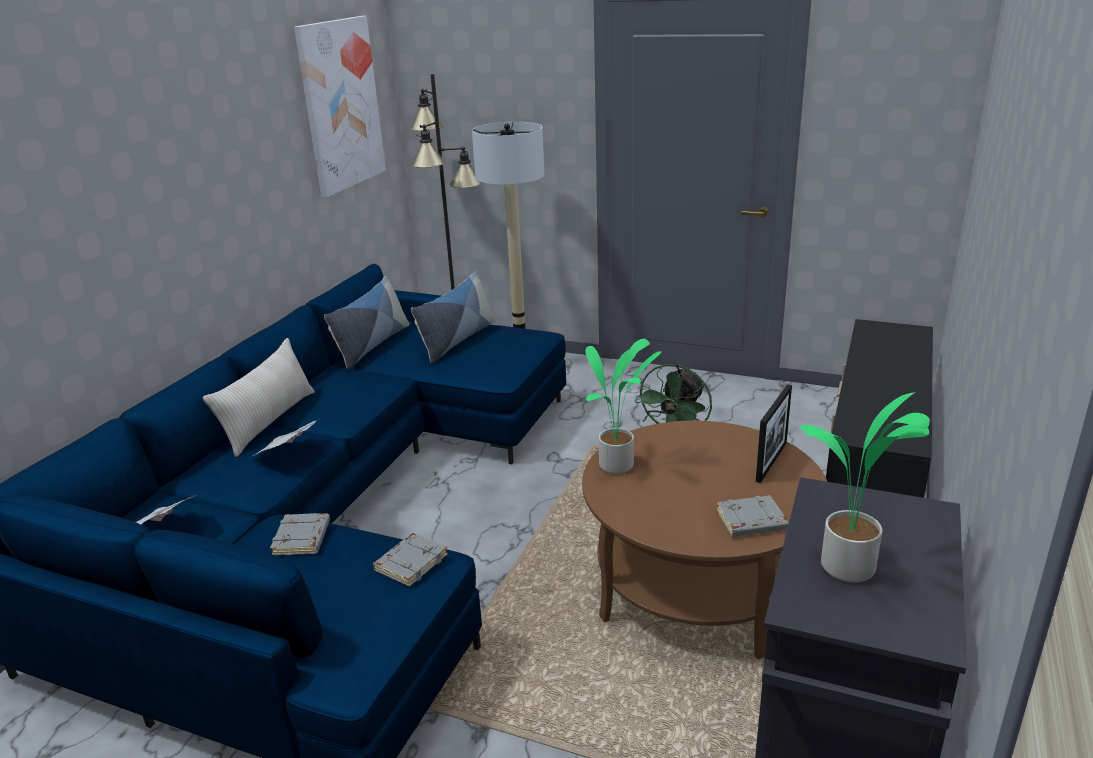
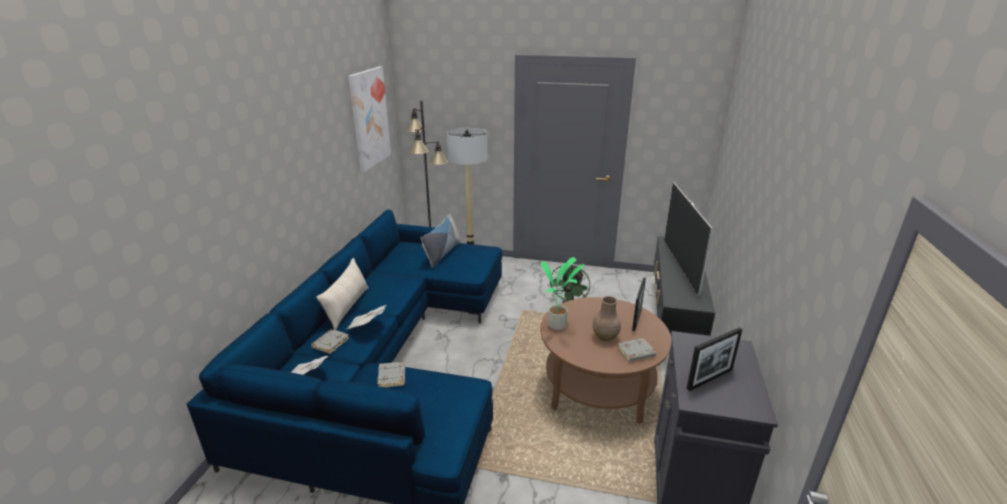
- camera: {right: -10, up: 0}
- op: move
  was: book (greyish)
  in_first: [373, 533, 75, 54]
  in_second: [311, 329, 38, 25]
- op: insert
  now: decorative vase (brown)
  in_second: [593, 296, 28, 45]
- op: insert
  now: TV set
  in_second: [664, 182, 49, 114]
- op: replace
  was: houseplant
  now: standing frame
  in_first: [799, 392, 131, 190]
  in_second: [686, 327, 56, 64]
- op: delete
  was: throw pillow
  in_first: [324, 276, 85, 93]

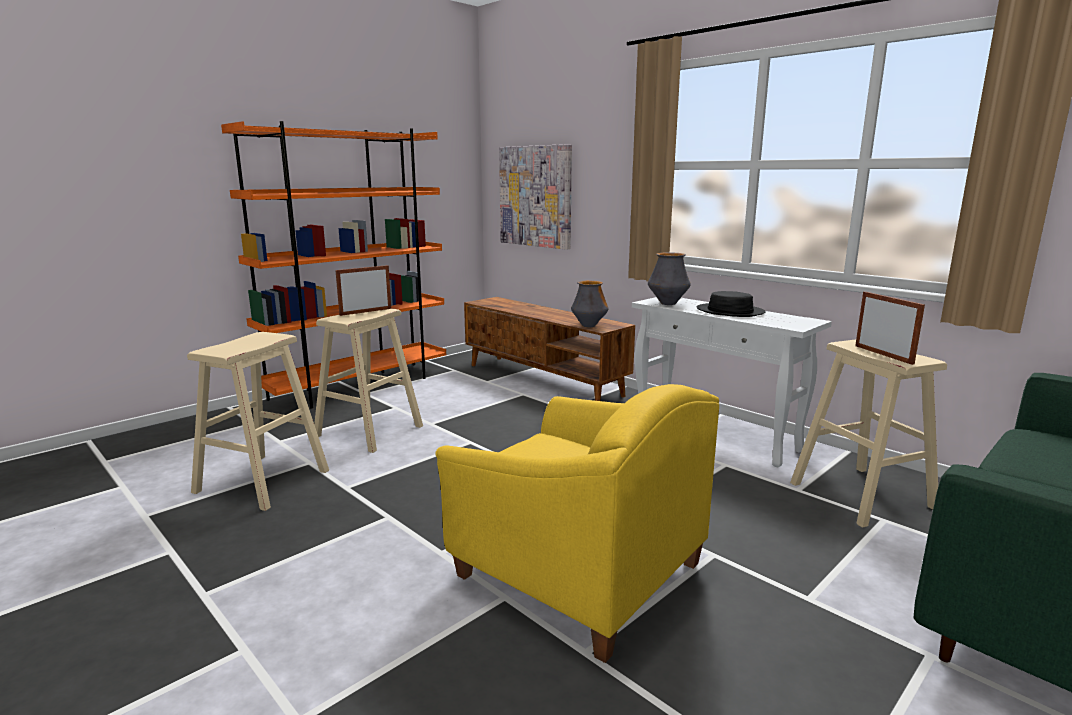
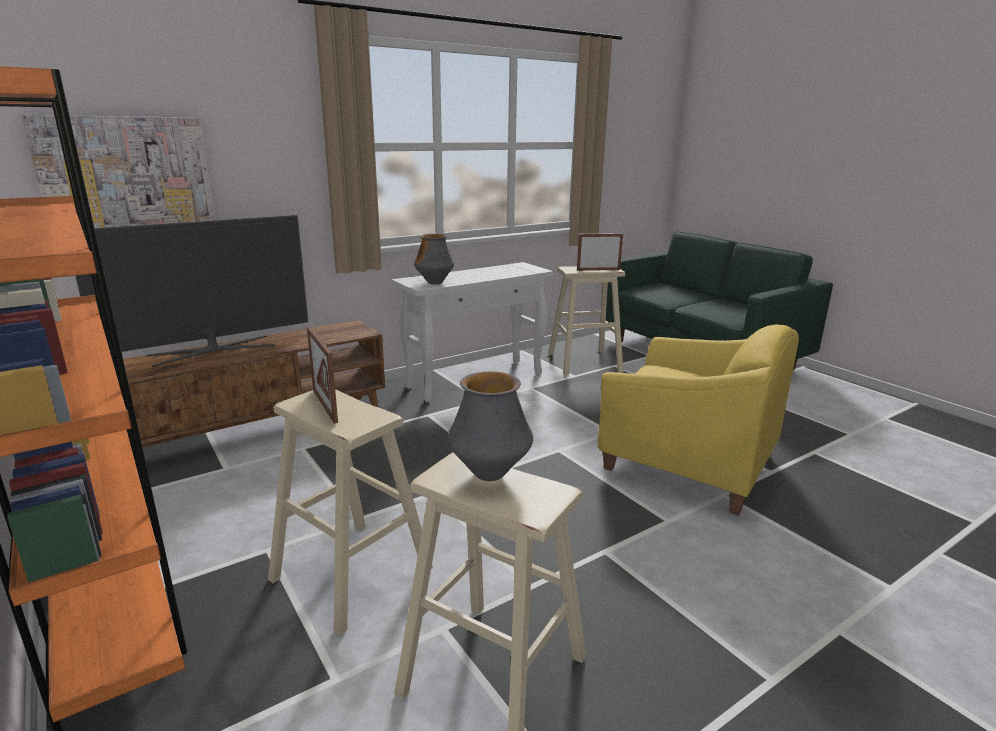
- camera: {right: -80, up: 5}
- op: insert
  now: TV set
  in_second: [76, 215, 232, 152]
- op: move
  was: decorative vase
  in_first: [571, 280, 37, 47]
  in_second: [447, 371, 86, 110]
- op: rotate
  was: lounge chair (yellowish)
  in_first: [435, 384, 284, 279]
  in_second: [598, 324, 201, 192]
  clockwise: 75
- op: delete
  was: clothing hat (black-coloured)
  in_first: [697, 291, 68, 26]

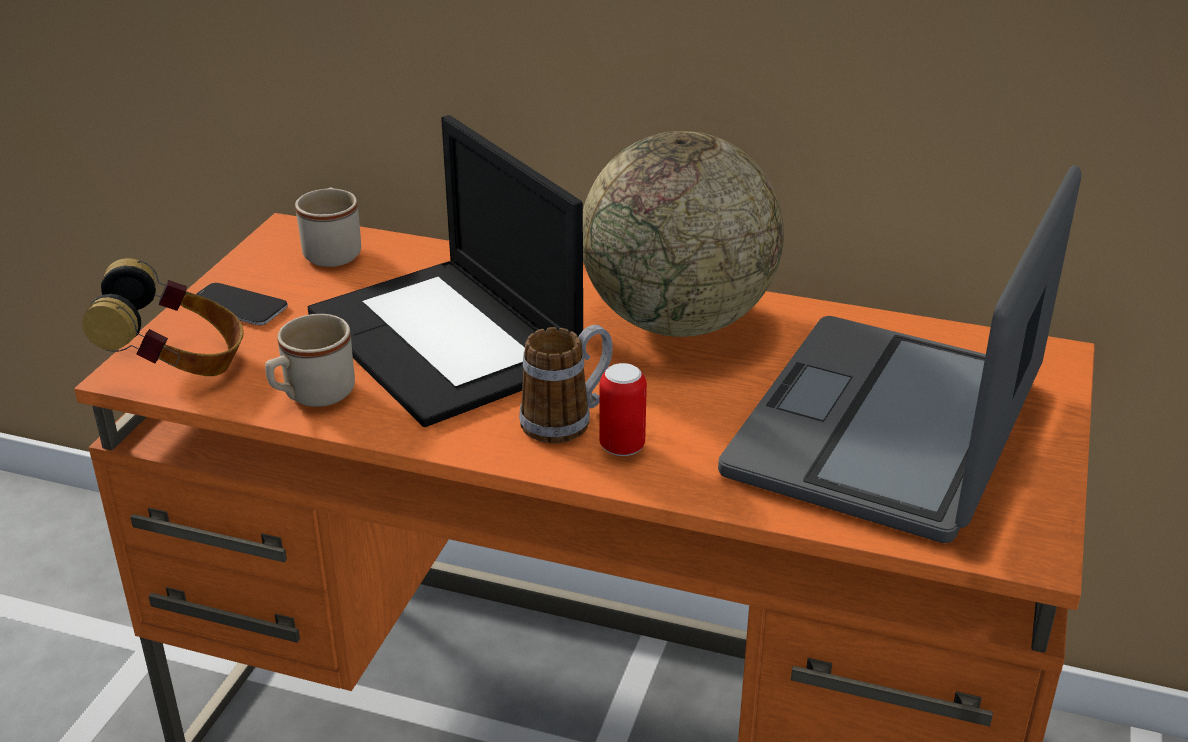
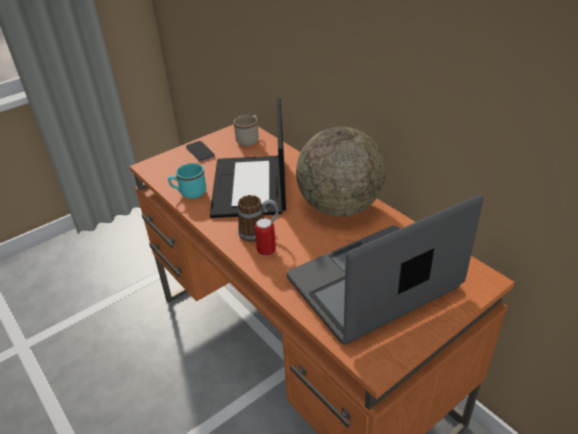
- camera: {right: 35, up: 5}
- op: recolor
  was: mug (sand-coloured)
  now: mug (turquoise)
  in_first: [265, 314, 90, 93]
  in_second: [168, 163, 38, 36]
- op: delete
  was: headphones
  in_first: [82, 258, 162, 118]

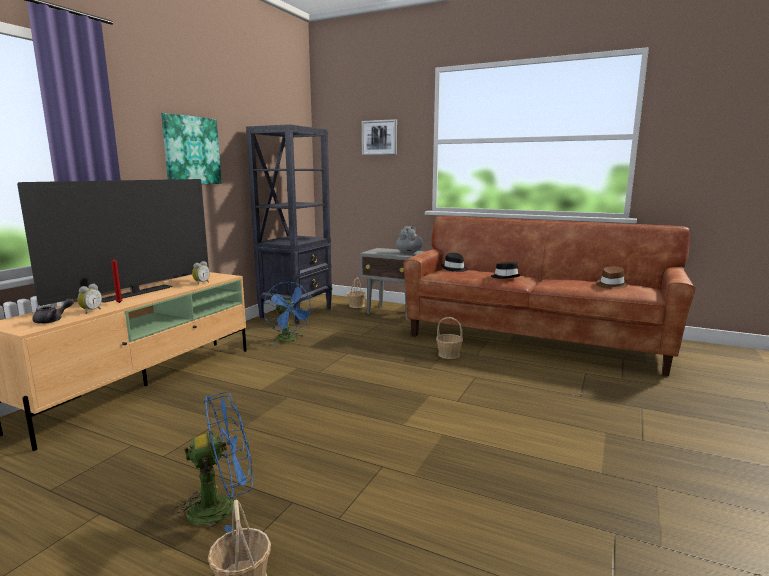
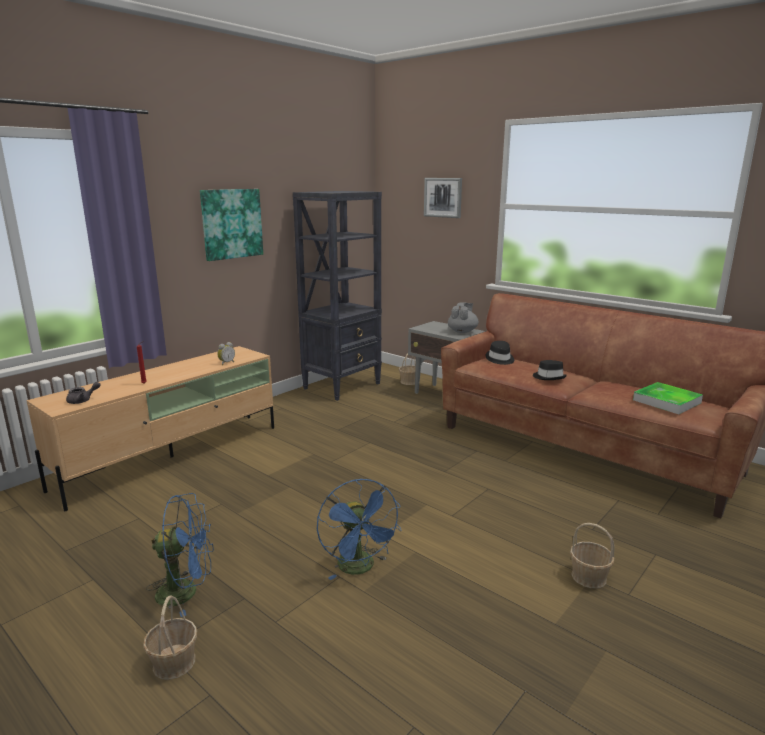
- camera: {right: 15, up: 5}
- op: move
  was: electric fan (blue-coloured)
  in_first: [263, 282, 51, 63]
  in_second: [317, 479, 85, 101]
- op: move
  was: storage basket
  in_first: [436, 317, 27, 42]
  in_second: [570, 523, 45, 65]
- op: replace
  was: clothing hat (brown)
  now: tray
  in_first: [596, 267, 32, 22]
  in_second: [633, 382, 70, 32]
- op: delete
  was: TV set
  in_first: [17, 179, 192, 127]
- op: delete
  was: table clock
  in_first: [78, 284, 24, 30]

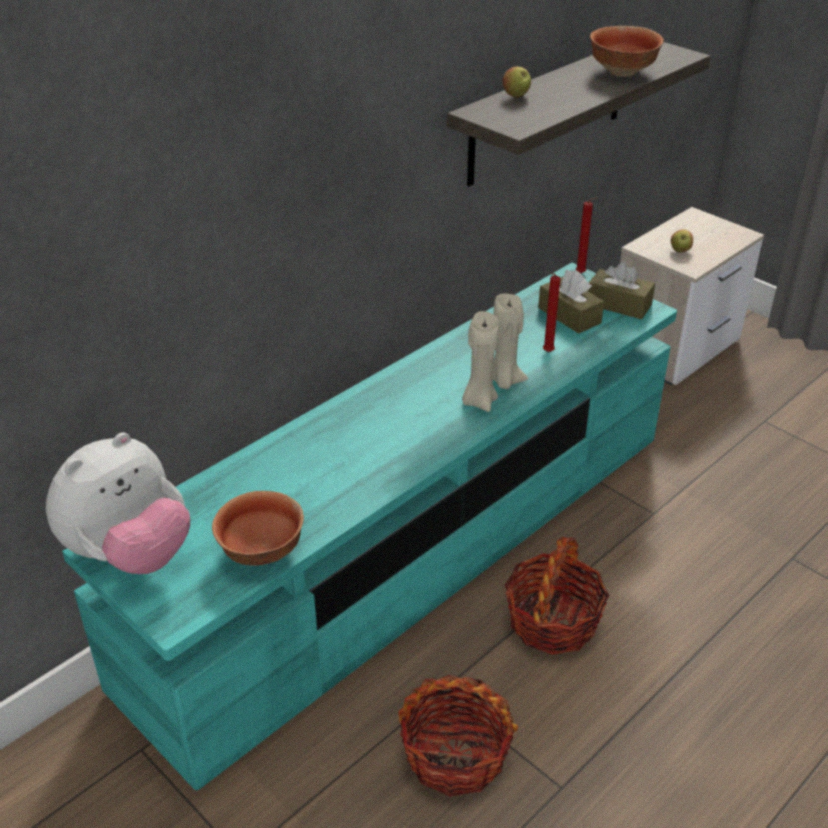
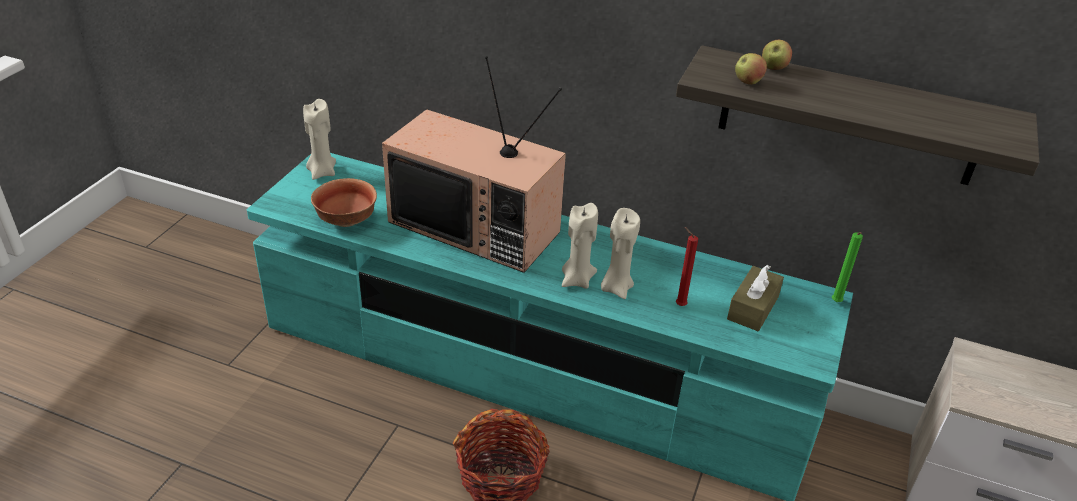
- camera: {right: 65, up: 0}
- op: replace
  was: plush toy
  now: candle (sand-coloured)
  in_first: [46, 432, 144, 142]
  in_second: [303, 99, 33, 81]
- op: insert
  now: TV set
  in_second: [382, 56, 184, 217]
- op: move
  was: apple
  in_first: [671, 229, 22, 23]
  in_second: [735, 53, 32, 32]
- op: recolor
  was: candle (reddish)
  now: candle (green)
  in_first: [576, 198, 21, 75]
  in_second: [832, 232, 31, 70]
- op: delete
  was: storage basket
  in_first: [398, 675, 120, 122]
- op: delete
  was: box of tissues (brown)
  in_first: [588, 262, 67, 57]
- op: delete
  was: deep dish
  in_first: [590, 26, 74, 51]

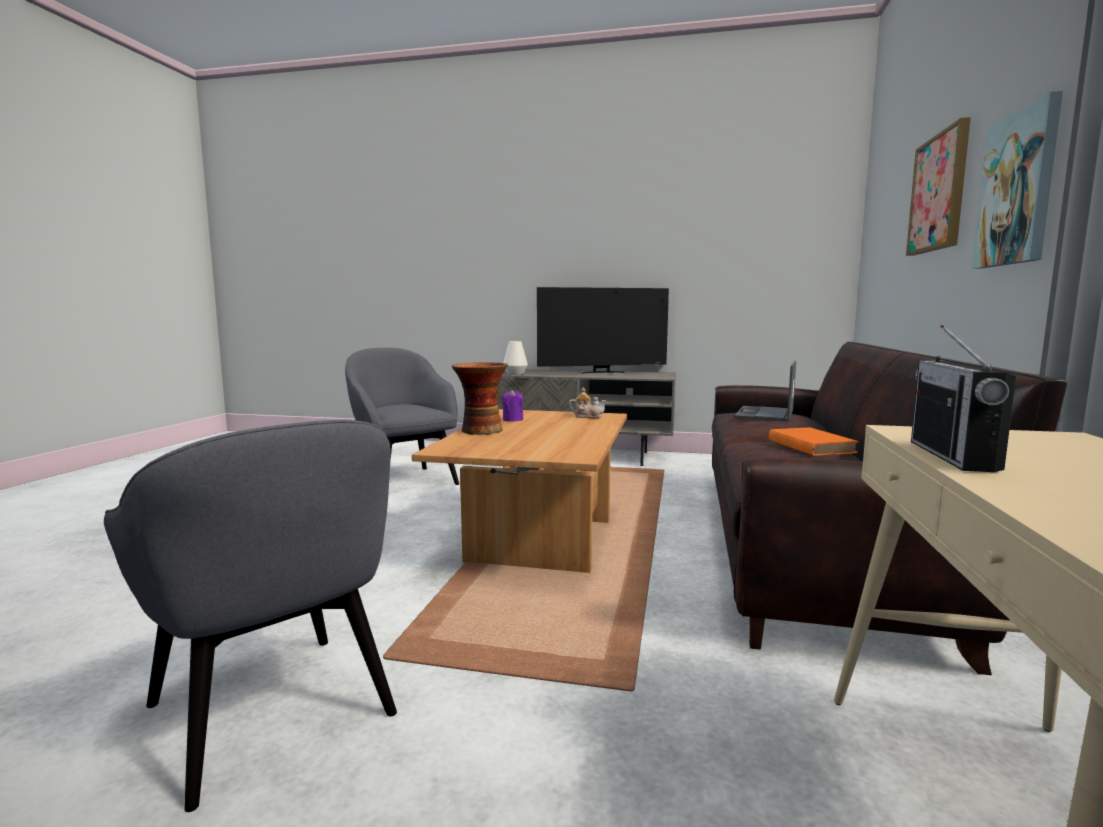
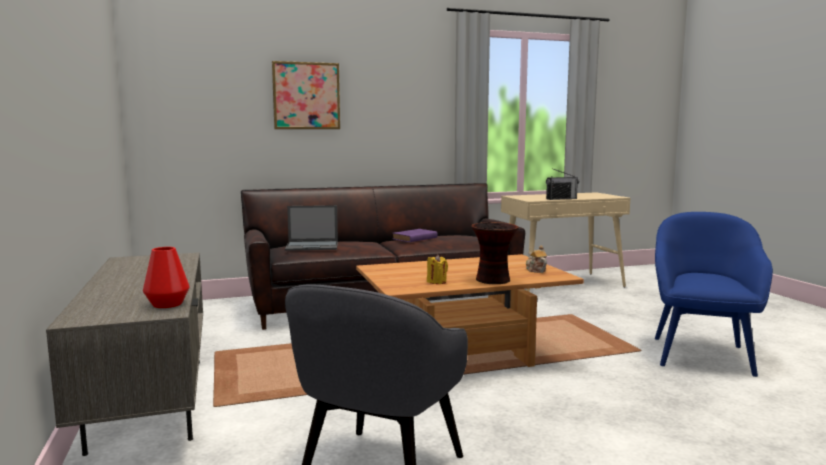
- camera: {right: -120, up: 0}
- op: recolor
  was: decorative vase (white)
  now: decorative vase (reddish)
  in_first: [503, 341, 25, 34]
  in_second: [143, 247, 47, 61]
- op: recolor
  was: book (orangey)
  now: book (purple)
  in_first: [769, 427, 89, 29]
  in_second: [392, 229, 46, 13]
- op: recolor
  was: candle (purple)
  now: candle (yellowish)
  in_first: [502, 390, 21, 32]
  in_second: [427, 254, 21, 30]
- op: move
  was: pot for tea
  in_first: [569, 388, 37, 30]
  in_second: [526, 245, 21, 28]
- op: recolor
  was: lounge chair (greyish)
  now: lounge chair (blue-coloured)
  in_first: [104, 420, 293, 392]
  in_second: [655, 212, 118, 165]
- op: delete
  was: TV set
  in_first: [537, 287, 132, 87]
- op: delete
  was: wall art
  in_first: [972, 91, 91, 178]

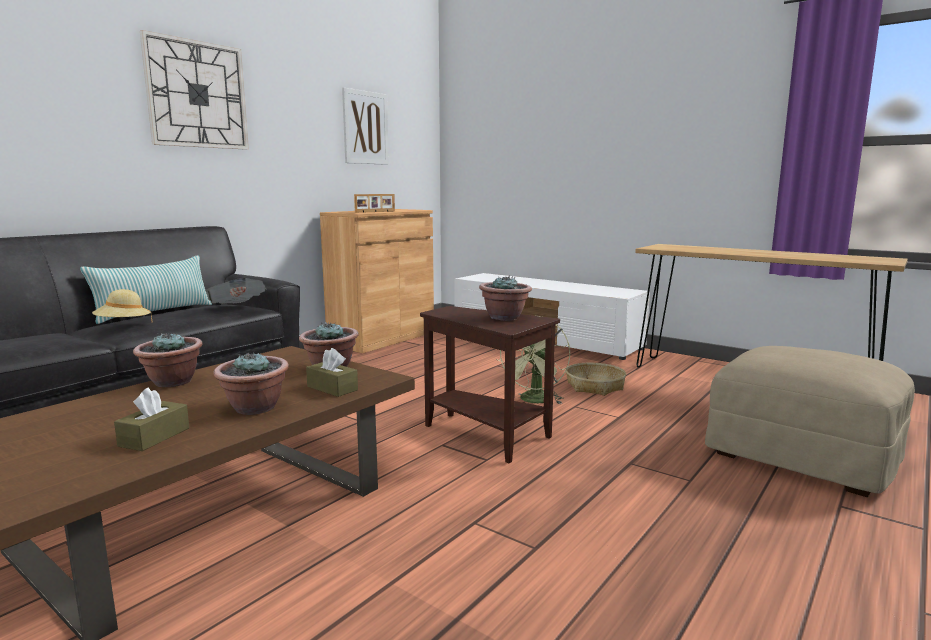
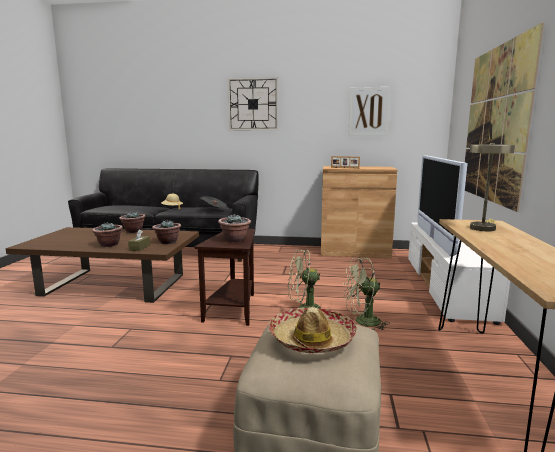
- camera: {right: 60, up: 0}
- op: insert
  now: clothing hat
  in_second: [268, 307, 89, 46]
- op: replace
  was: storage basket
  now: electric fan (green)
  in_first: [566, 363, 60, 33]
  in_second: [343, 258, 47, 73]
- op: insert
  now: TV set
  in_second: [417, 155, 51, 101]
- op: insert
  now: wall art
  in_second: [465, 22, 79, 190]
- op: insert
  now: tabletop lamp (sand-coloured)
  in_second: [470, 143, 45, 88]
- op: delete
  was: throw pillow
  in_first: [80, 255, 132, 69]
- op: delete
  was: box of tissues (brown)
  in_first: [114, 388, 75, 63]

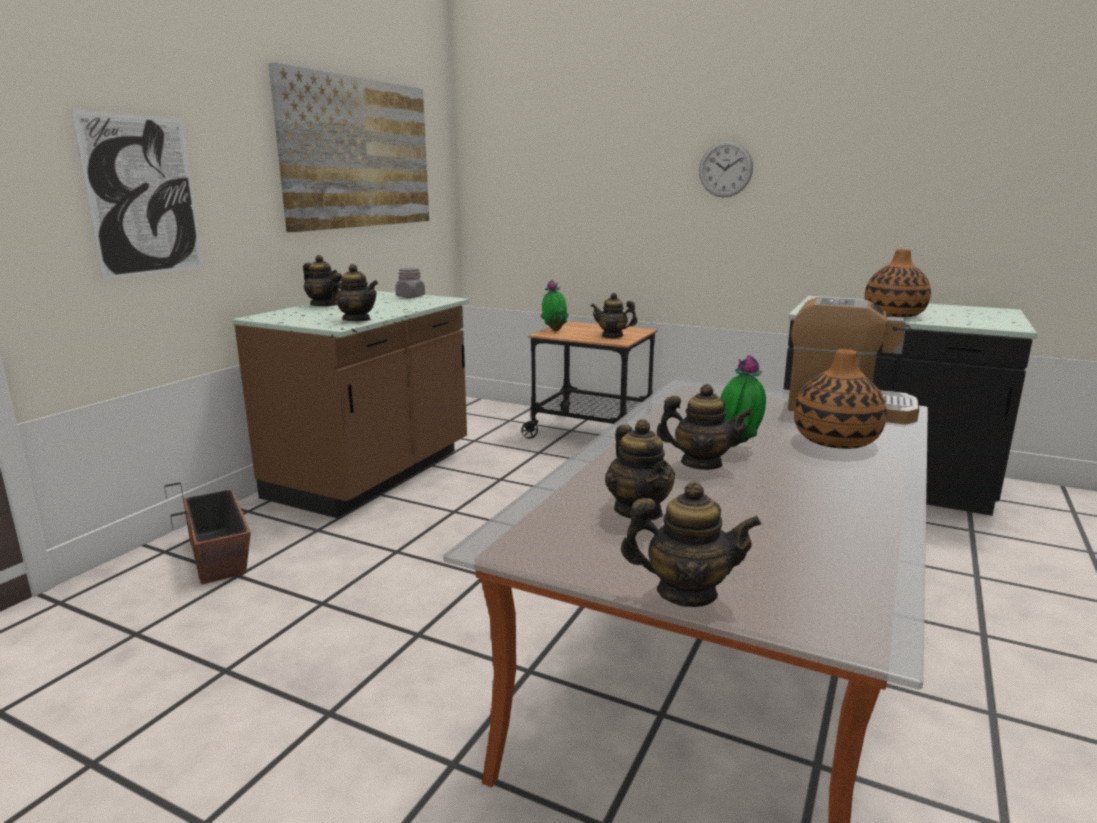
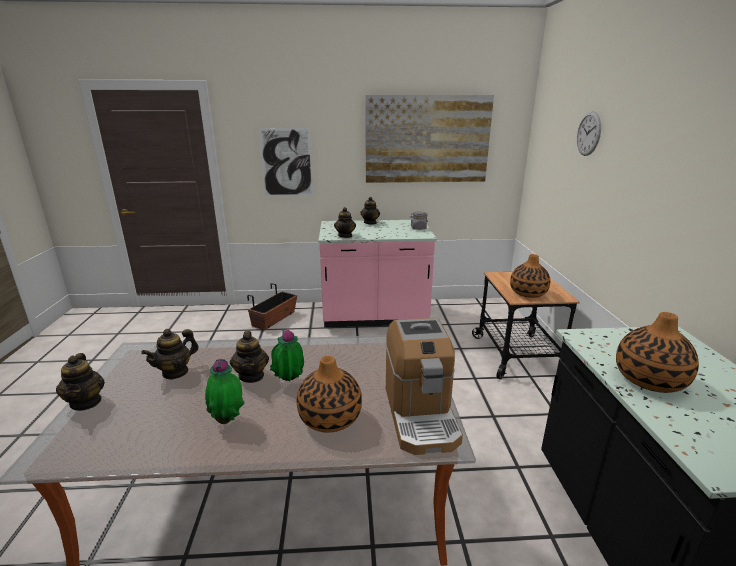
- camera: {right: 60, up: 5}
- op: move
  was: houseplant
  in_first: [541, 280, 28, 51]
  in_second: [205, 359, 40, 65]
- op: recolor
  was: counter (brown)
  now: counter (pink-coloured)
  in_first: [232, 291, 237, 227]
  in_second: [319, 220, 118, 107]
- op: replace
  was: pot for tea
  now: decorative vase
  in_first: [591, 293, 47, 45]
  in_second: [510, 254, 40, 44]
- op: move
  was: wall clock
  in_first: [699, 141, 54, 56]
  in_second: [577, 111, 24, 45]

